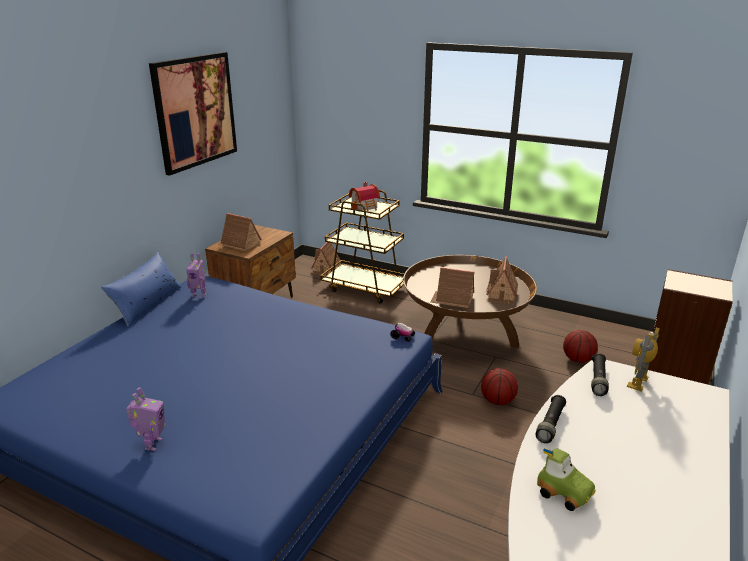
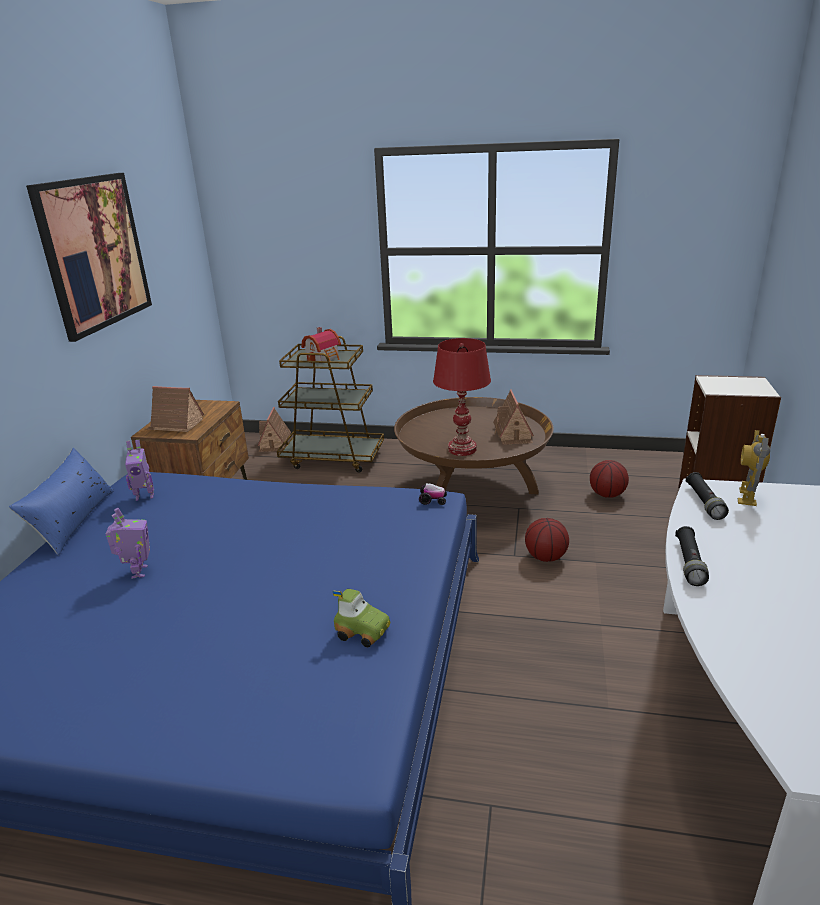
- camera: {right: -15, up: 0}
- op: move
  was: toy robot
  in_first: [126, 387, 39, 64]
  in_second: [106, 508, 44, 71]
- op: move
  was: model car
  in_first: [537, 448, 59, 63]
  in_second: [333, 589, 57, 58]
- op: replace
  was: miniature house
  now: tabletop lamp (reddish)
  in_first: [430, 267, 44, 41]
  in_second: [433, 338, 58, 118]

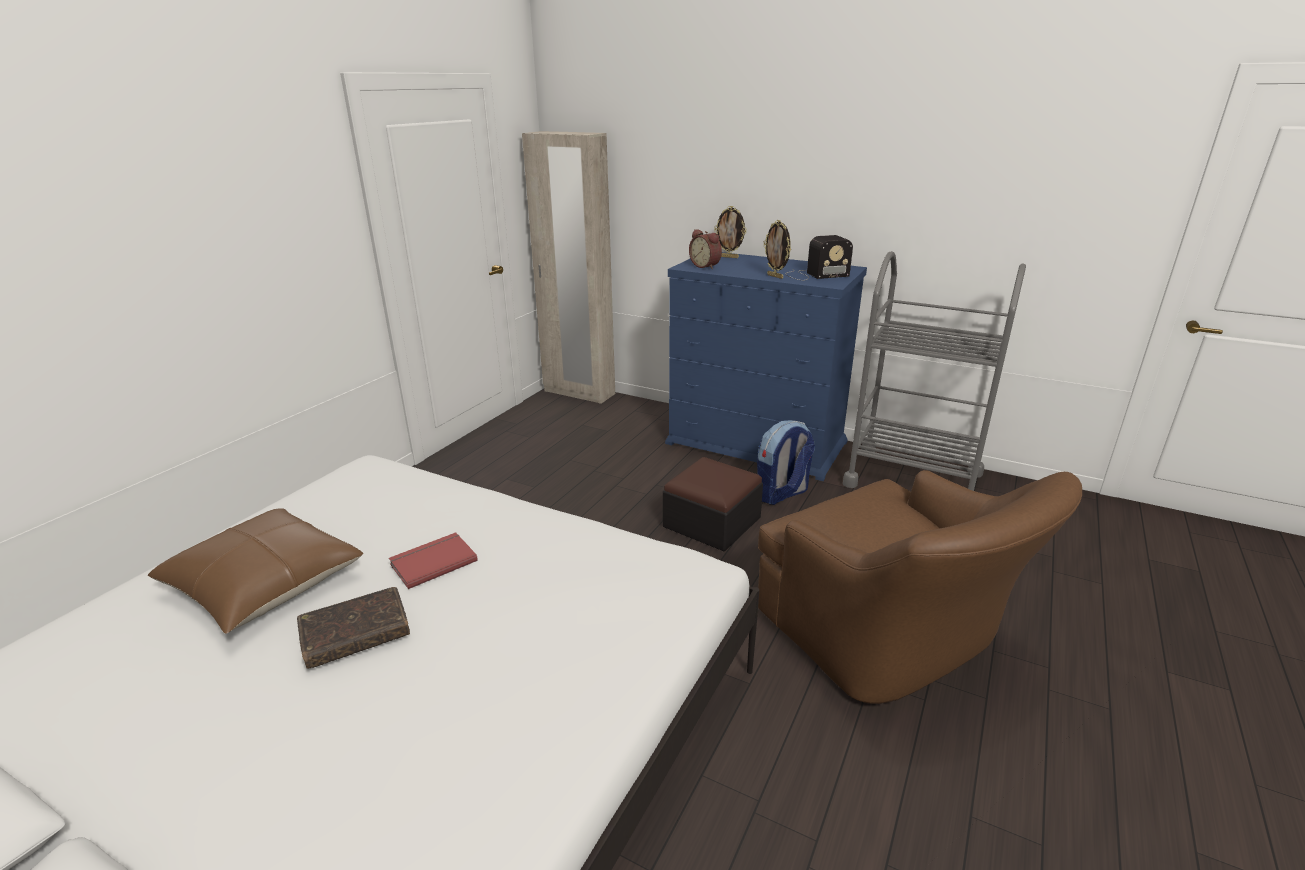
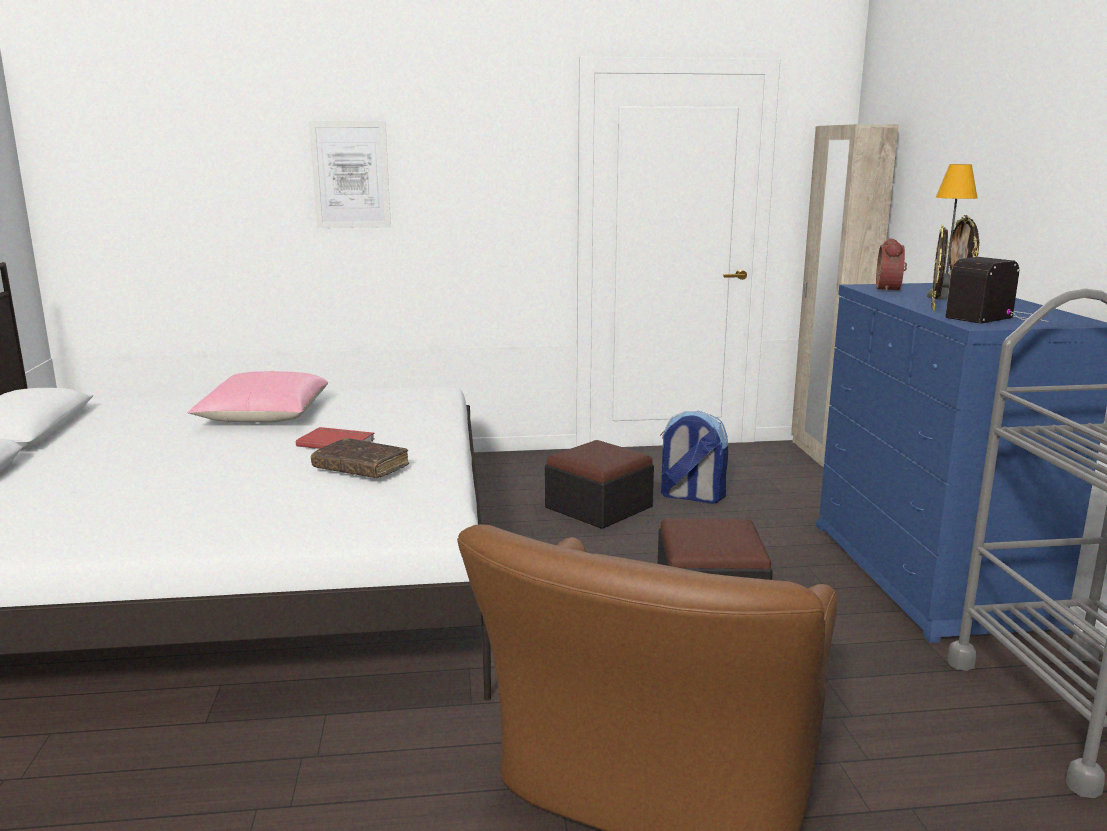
- camera: {right: 55, up: -10}
- op: recolor
  was: throw pillow (brown)
  now: throw pillow (pink-coloured)
  in_first: [148, 508, 215, 126]
  in_second: [187, 371, 141, 52]
- op: insert
  now: wall art
  in_second: [309, 121, 82, 107]
- op: move
  was: book (brown)
  in_first: [297, 587, 113, 82]
  in_second: [311, 438, 98, 40]
- op: insert
  now: pouffe
  in_second: [545, 440, 109, 89]
- op: move
  was: rucksack
  in_first: [757, 420, 58, 85]
  in_second: [661, 411, 67, 93]
- op: insert
  now: tabletop lamp
  in_second: [927, 164, 50, 136]
- op: rotate
  was: radio
  in_first: [787, 235, 66, 45]
  in_second: [945, 257, 104, 67]
  clockwise: 105

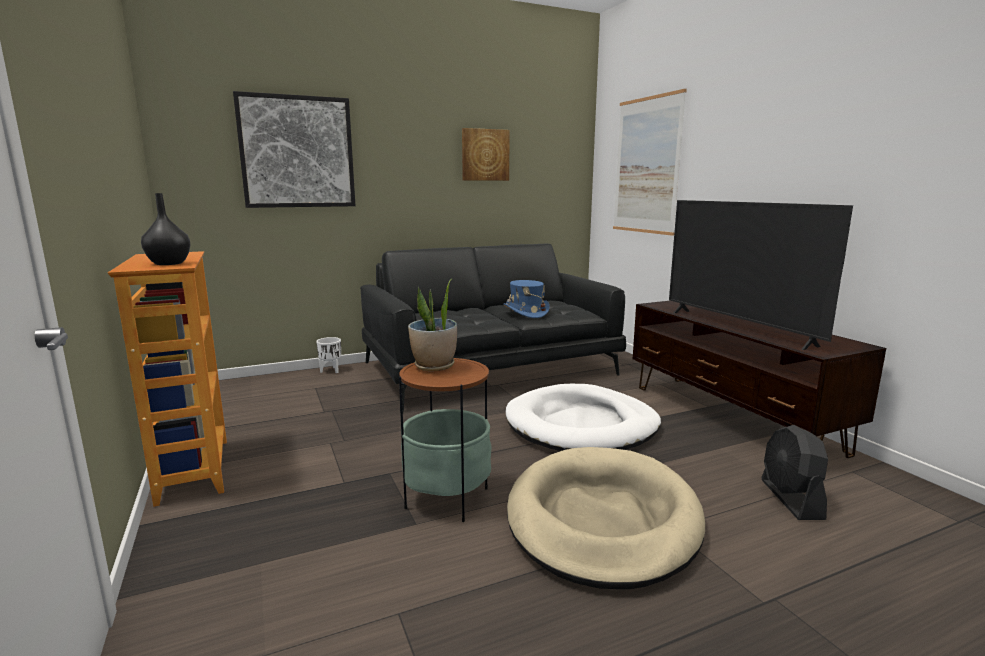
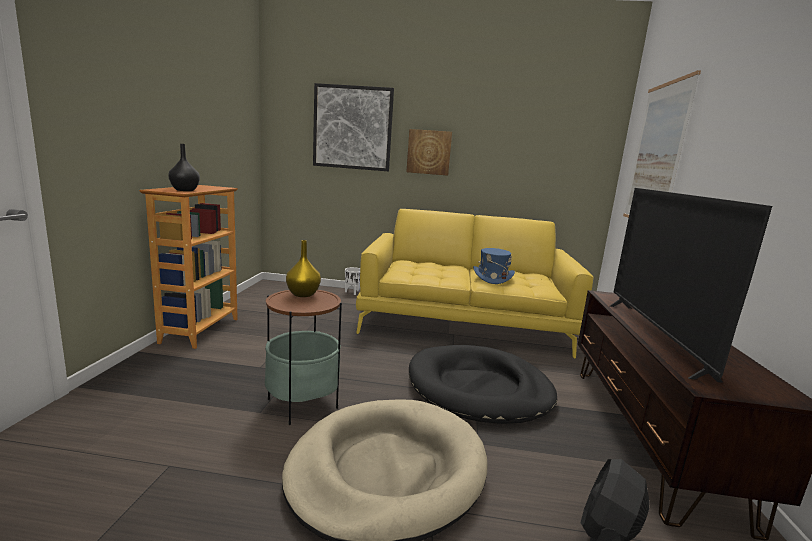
- camera: {right: 30, up: 0}
- op: replace
  was: houseplant
  now: decorative vase (yellowish)
  in_first: [408, 279, 49, 92]
  in_second: [286, 240, 35, 57]
- op: recolor
  was: sofa (black-coloured)
  now: sofa (yellowish)
  in_first: [360, 244, 266, 168]
  in_second: [356, 209, 238, 149]
- op: move
  was: wall art
  in_first: [462, 128, 48, 53]
  in_second: [406, 129, 46, 47]
- op: recolor
  was: dog bed (white)
  now: dog bed (black-coloured)
  in_first: [506, 384, 155, 67]
  in_second: [409, 345, 148, 79]

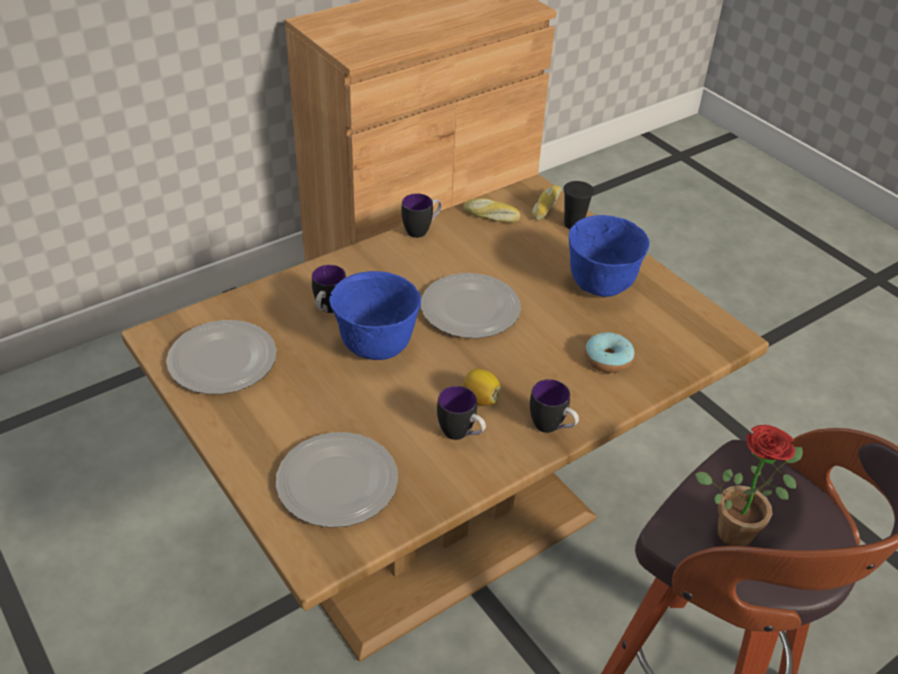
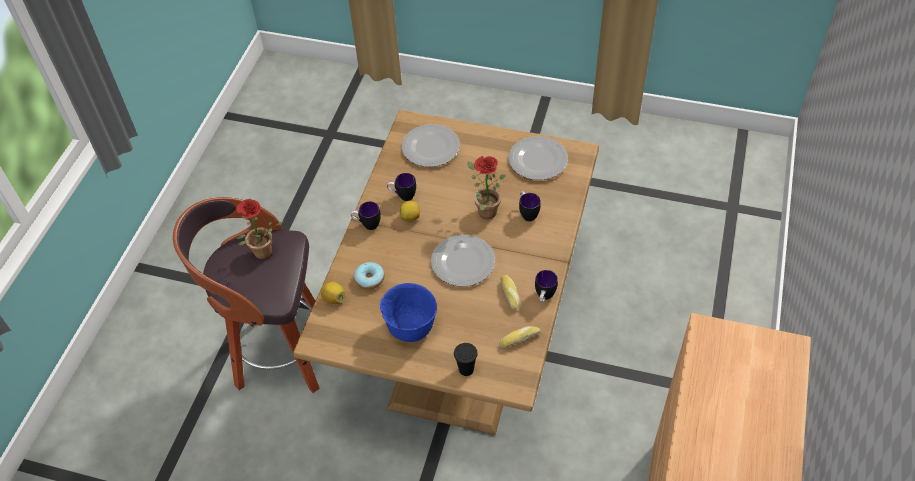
- camera: {right: 145, up: 10}
- op: insert
  now: whole lemon
  in_second: [321, 282, 24, 22]
- op: replace
  was: deep dish (blue-coloured)
  now: houseplant
  in_first: [329, 271, 92, 89]
  in_second: [468, 156, 37, 63]
- op: move
  was: bakery bread
  in_first: [532, 185, 30, 35]
  in_second: [500, 275, 20, 36]

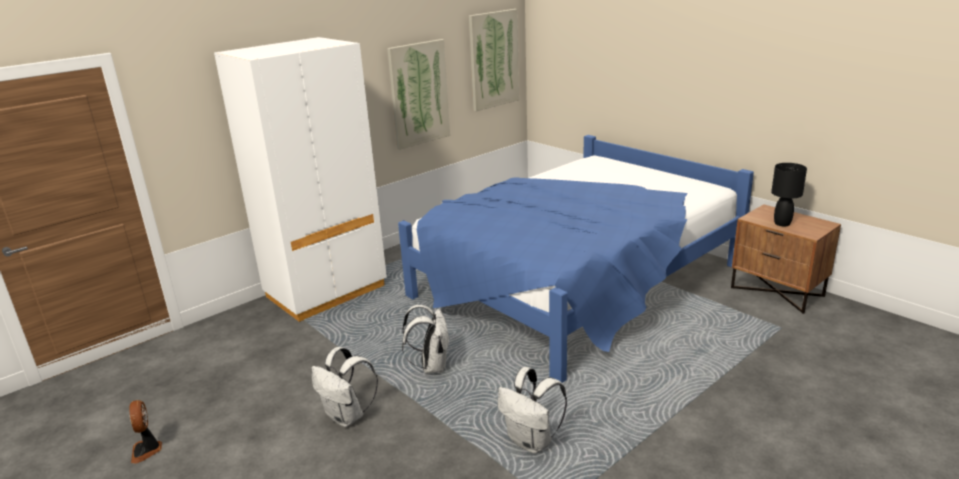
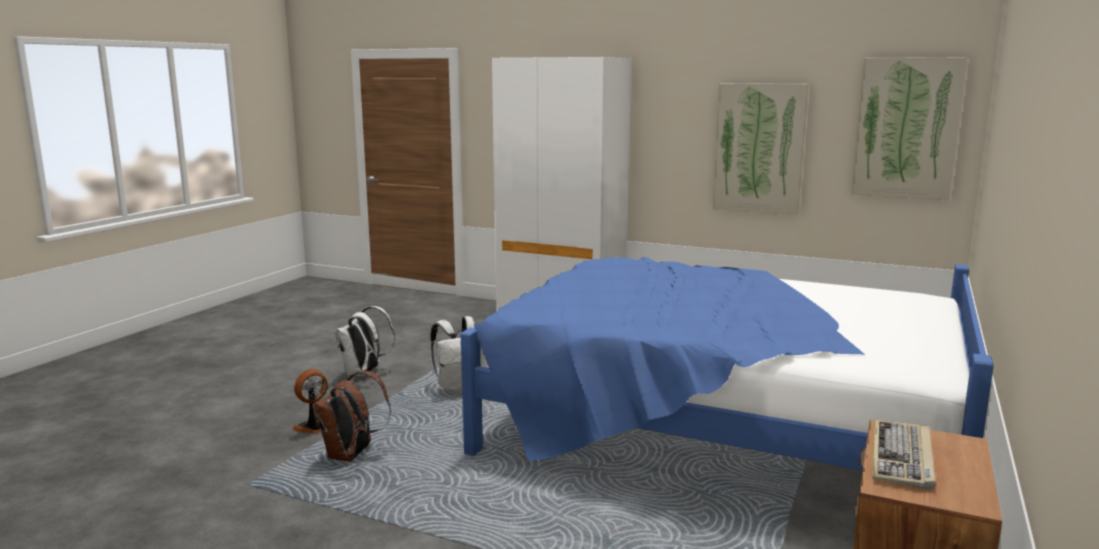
- camera: {right: 65, up: -10}
- op: move
  was: electric fan
  in_first: [130, 400, 32, 64]
  in_second: [292, 369, 36, 64]
- op: recolor
  was: rucksack (white)
  now: rucksack (brown)
  in_first: [498, 367, 69, 86]
  in_second: [312, 371, 79, 91]
- op: replace
  was: tabletop lamp (black-coloured)
  now: computer keyboard
  in_first: [771, 163, 36, 64]
  in_second: [872, 420, 63, 70]

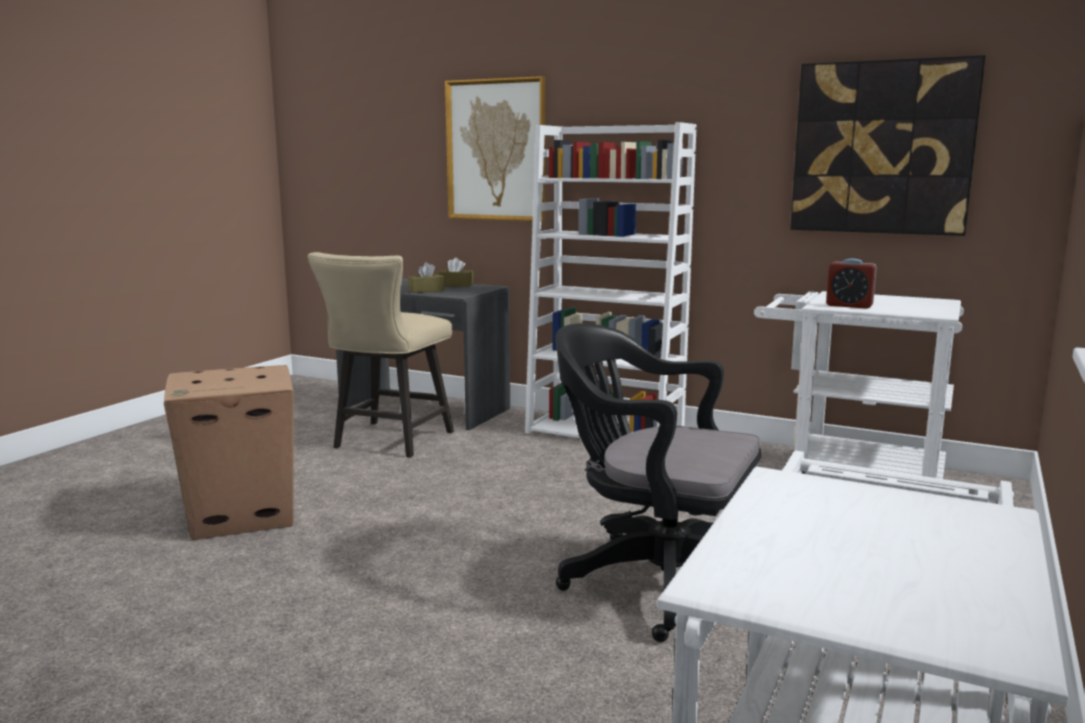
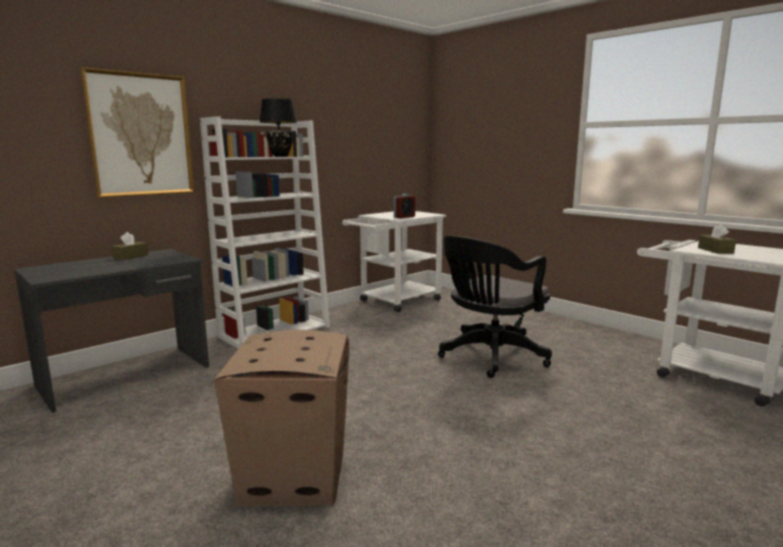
- camera: {right: -70, up: 0}
- op: insert
  now: tabletop lamp (black-coloured)
  in_second: [260, 98, 37, 59]
- op: move
  was: box of tissues (brown)
  in_first: [408, 262, 37, 31]
  in_second: [698, 224, 38, 30]
- op: delete
  was: upright chair (sand-coloured)
  in_first: [307, 252, 147, 206]
- op: delete
  was: wall art
  in_first: [790, 55, 196, 181]

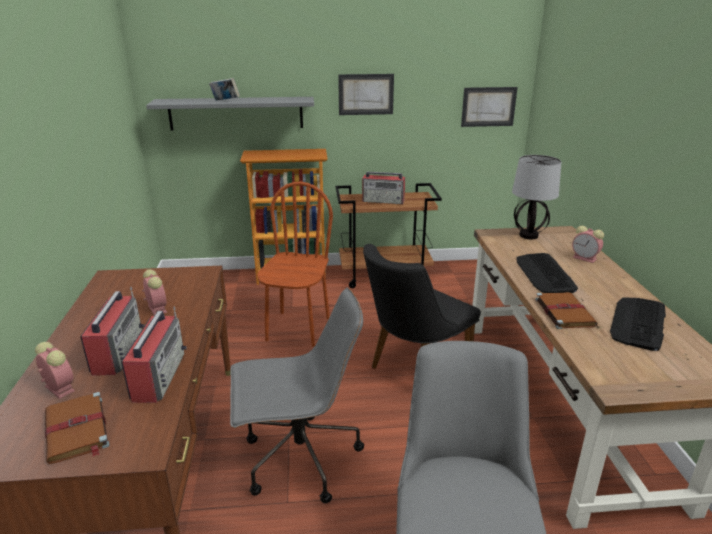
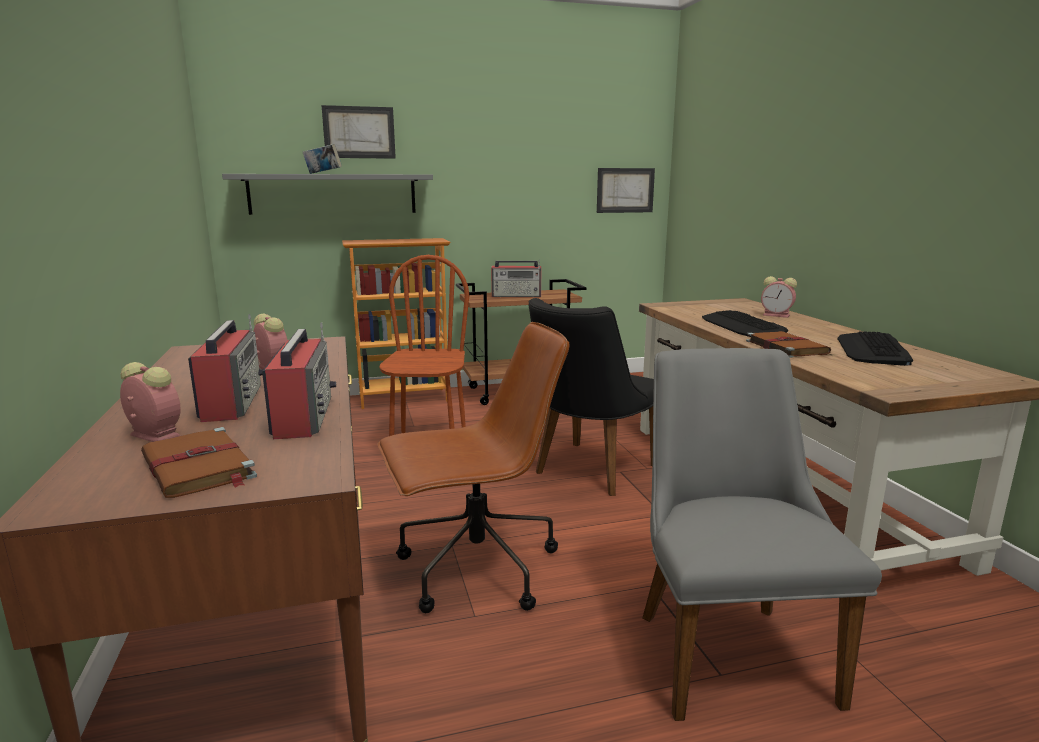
- camera: {right: -10, up: -10}
- op: move
  was: wall art
  in_first: [338, 74, 56, 41]
  in_second: [321, 105, 75, 54]
- op: recolor
  was: desk chair (greyish)
  now: desk chair (brown)
  in_first: [230, 288, 134, 215]
  in_second: [378, 322, 192, 291]
- op: delete
  was: tabletop lamp
  in_first: [512, 155, 49, 84]

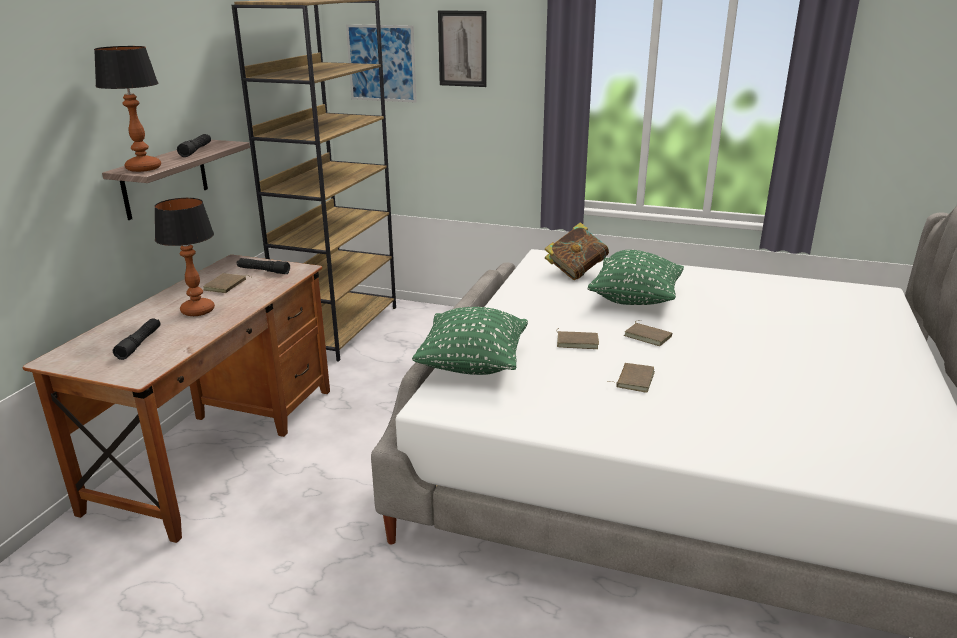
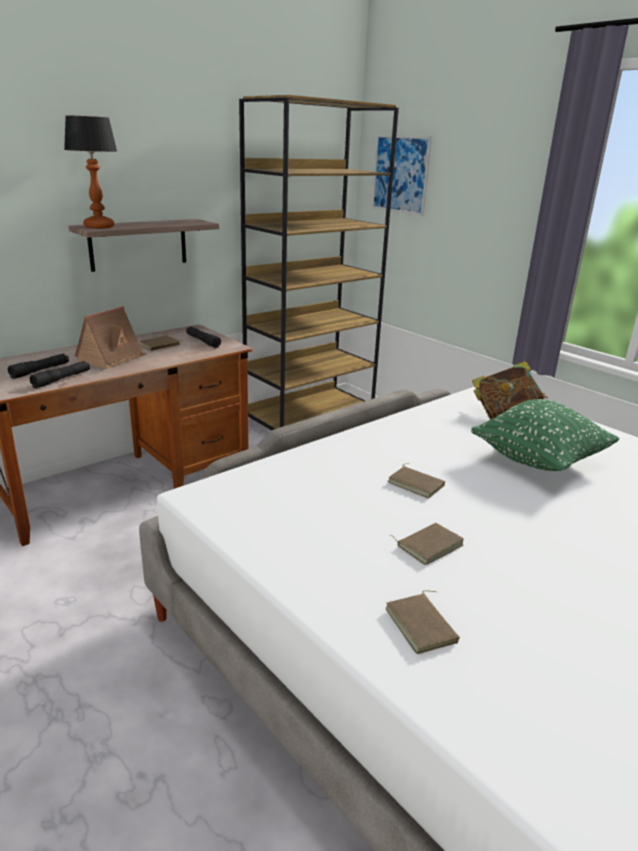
- camera: {right: 30, up: 0}
- op: move
  was: flashlight (black-coloured)
  in_first: [177, 134, 34, 23]
  in_second: [29, 361, 61, 27]
- op: replace
  was: tabletop lamp
  now: miniature house
  in_first: [154, 198, 61, 118]
  in_second: [75, 306, 72, 63]
- op: move
  was: book (brown)
  in_first: [624, 320, 48, 26]
  in_second: [386, 590, 74, 64]
- op: delete
  was: throw pillow (green)
  in_first: [412, 307, 116, 68]
- op: delete
  was: wall art
  in_first: [438, 10, 48, 77]

